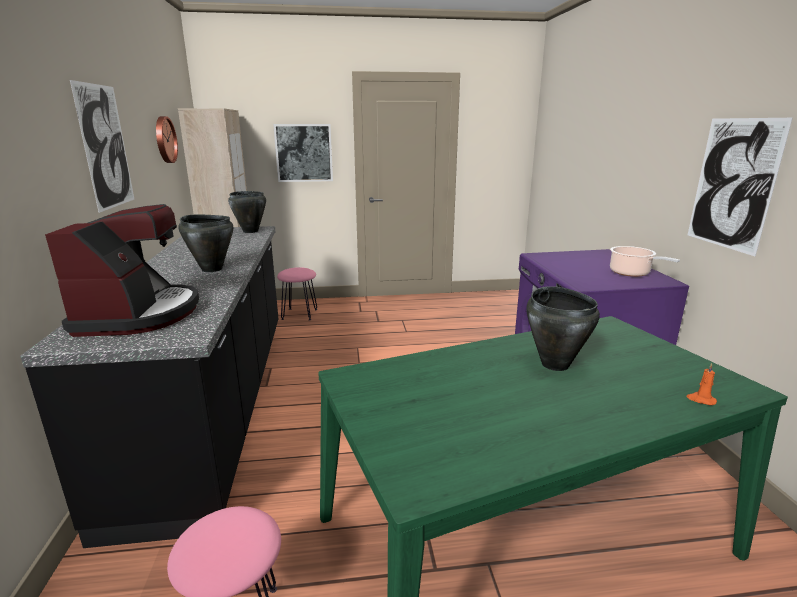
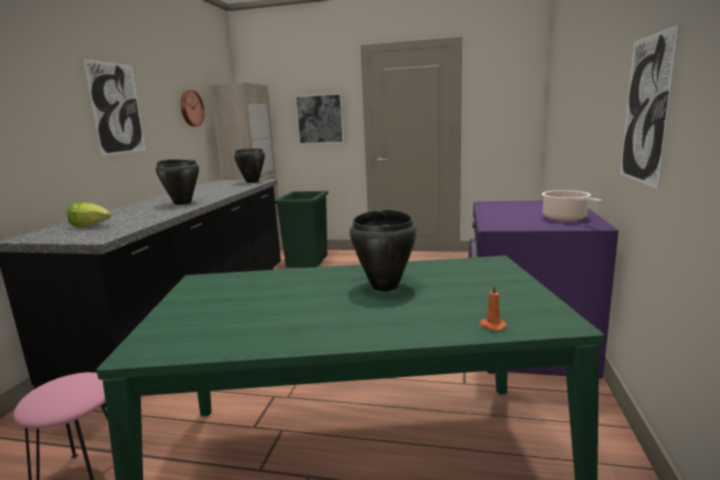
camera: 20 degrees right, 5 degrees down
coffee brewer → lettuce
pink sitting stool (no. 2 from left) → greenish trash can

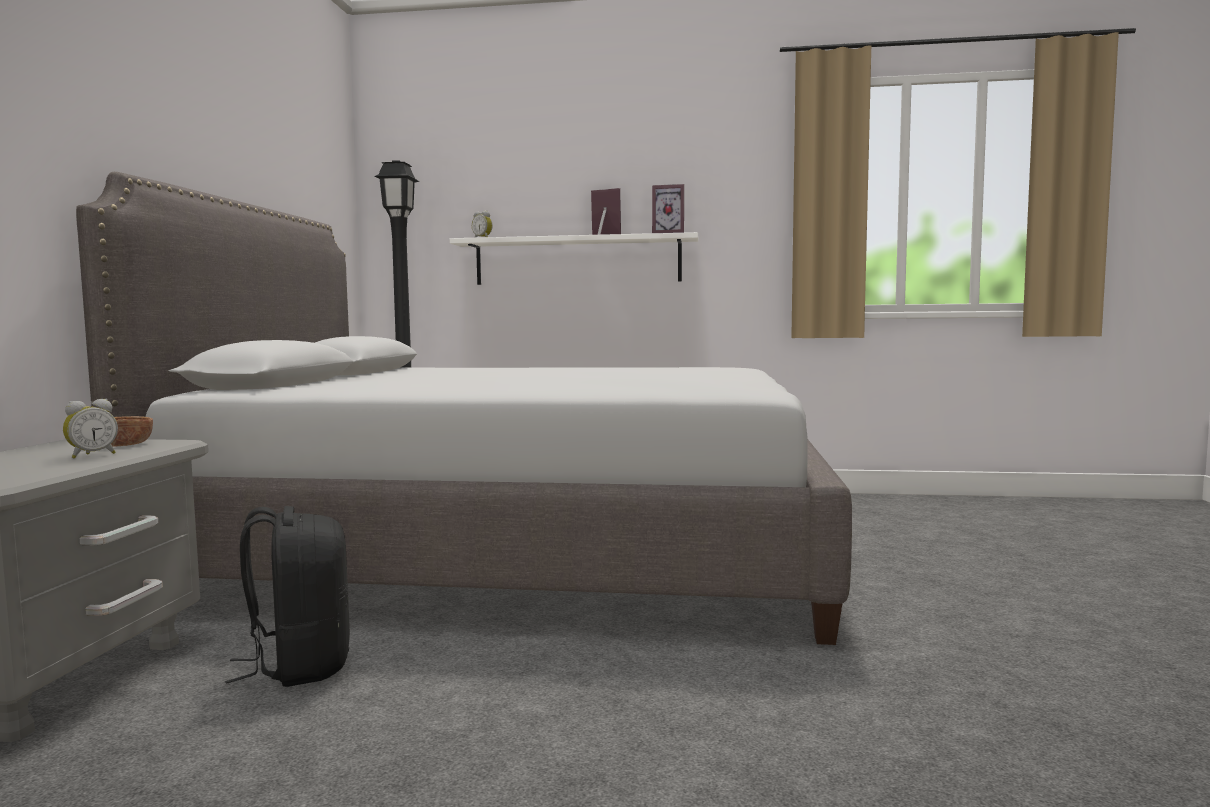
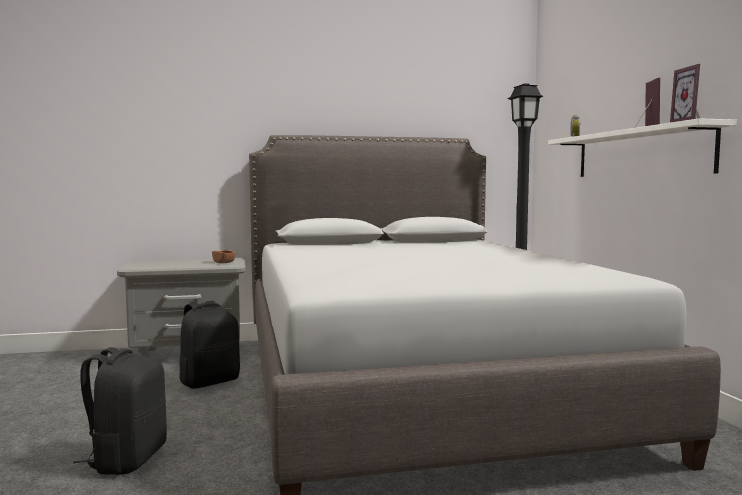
camera: 70 degrees right, 0 degrees up
bedside clock (no. 1 from left) → -
- → black rucksack (no. 1 from left)

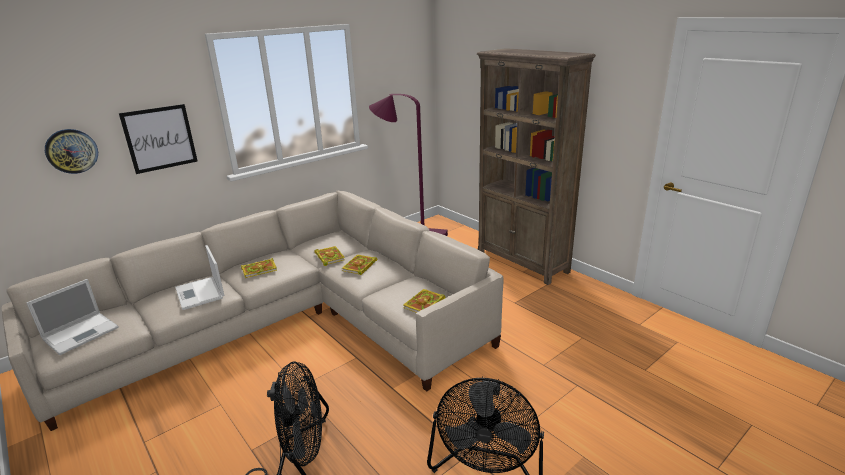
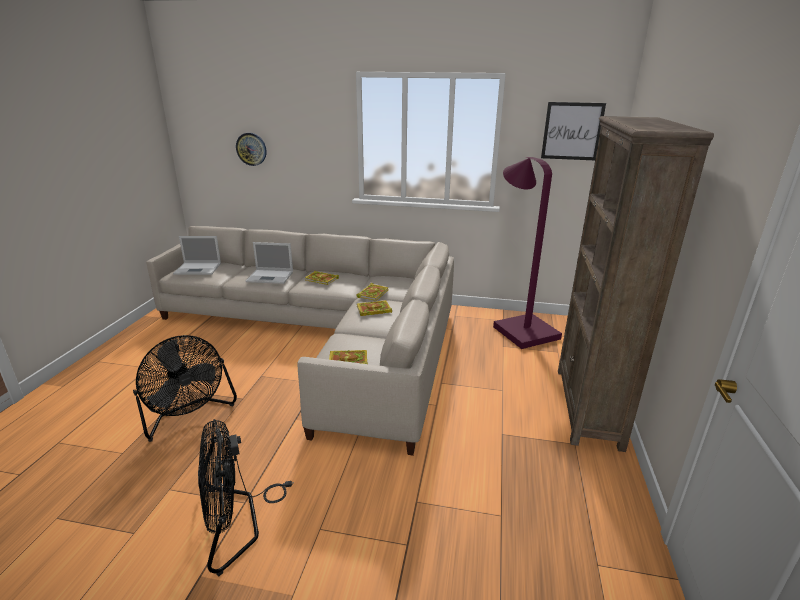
camera: 50 degrees right, 0 degrees up
picture, relocated
laptop (no. 2 from left), 105 degrees counterclockwise

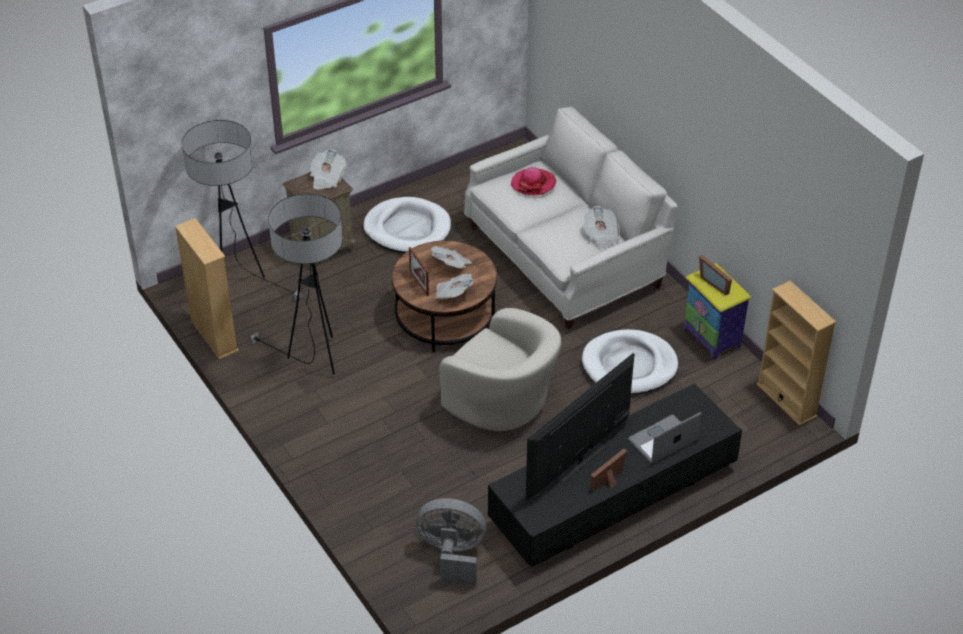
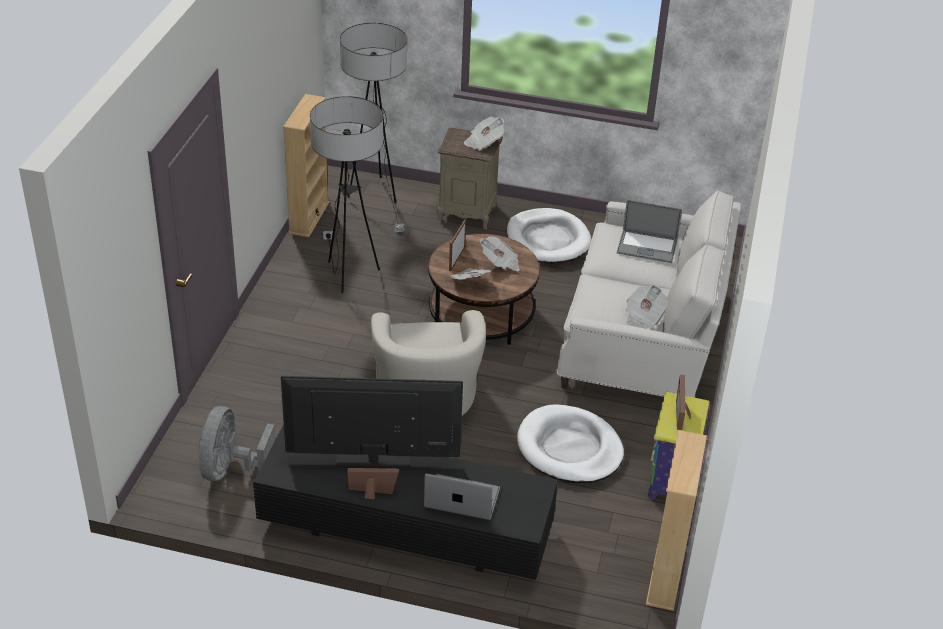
camera: 45 degrees right, 5 degrees down
greyish electric fan, 135 degrees counterclockwise
wearable hat → laptop (no. 2 from left)

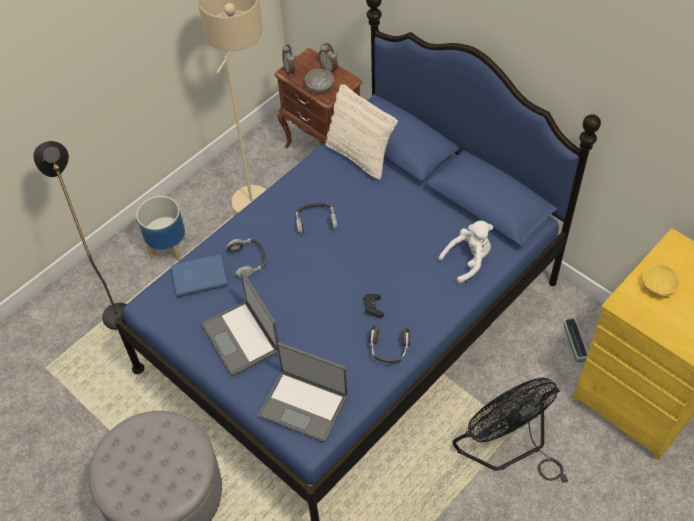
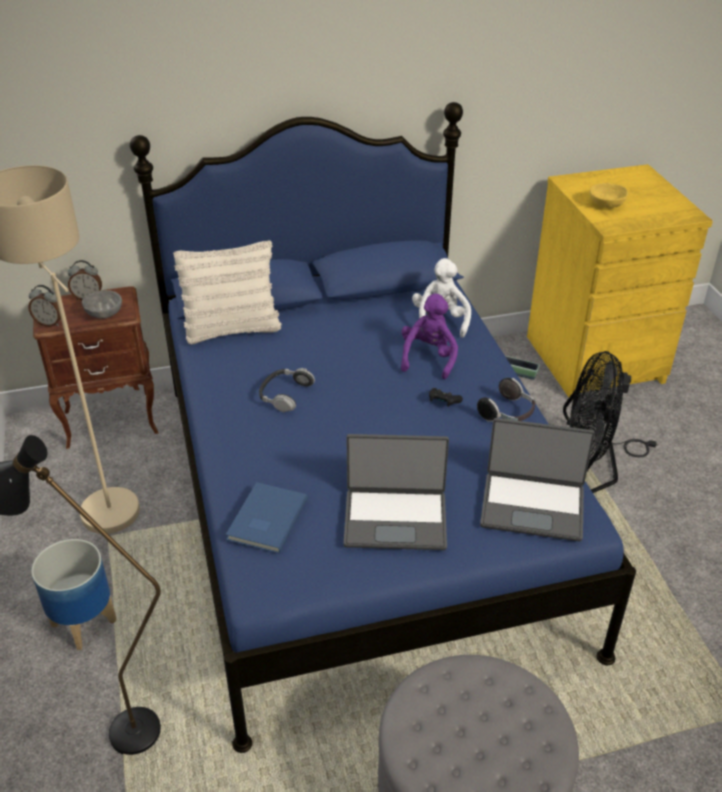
camera: 60 degrees left, 15 degrees down
pair of headphones (no. 1 from left) → -
laptop (no. 2 from left), 45 degrees clockwise
- → purple-coloured cuddly toy

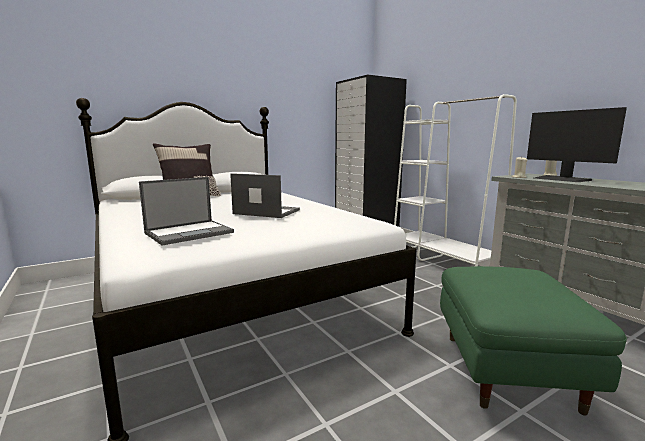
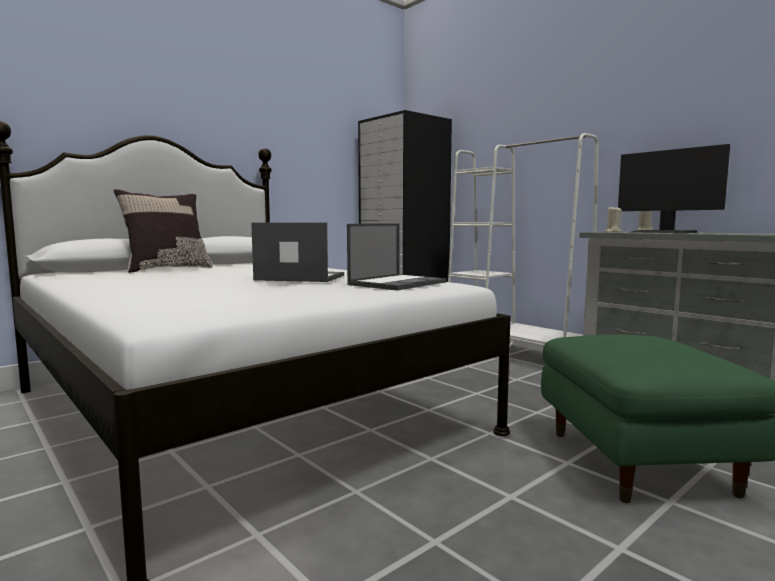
camera: 10 degrees left, 5 degrees down
laptop (no. 1 from left in the first image) → laptop (no. 2 from left), relocated

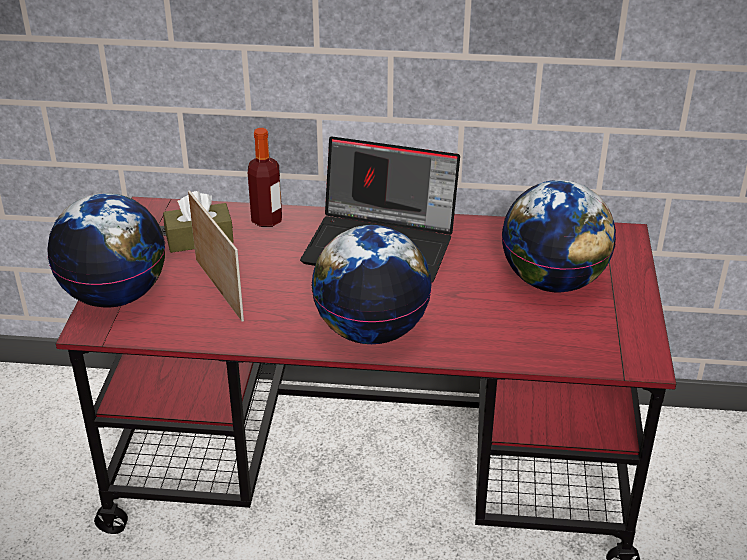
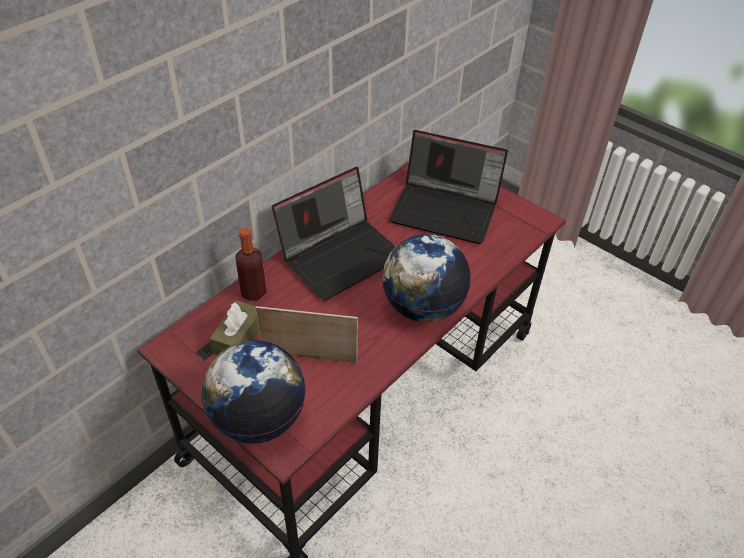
camera: 55 degrees left, 10 degrees up
desk globe (no. 3 from left) → laptop (no. 2 from left)

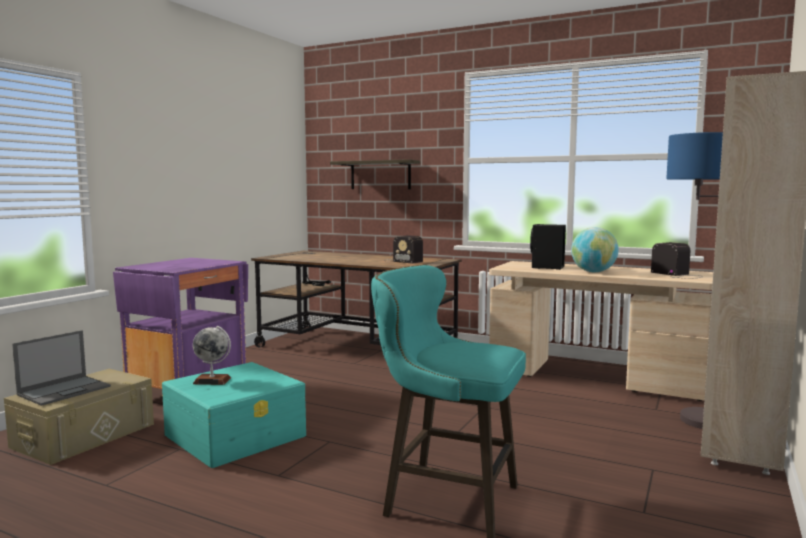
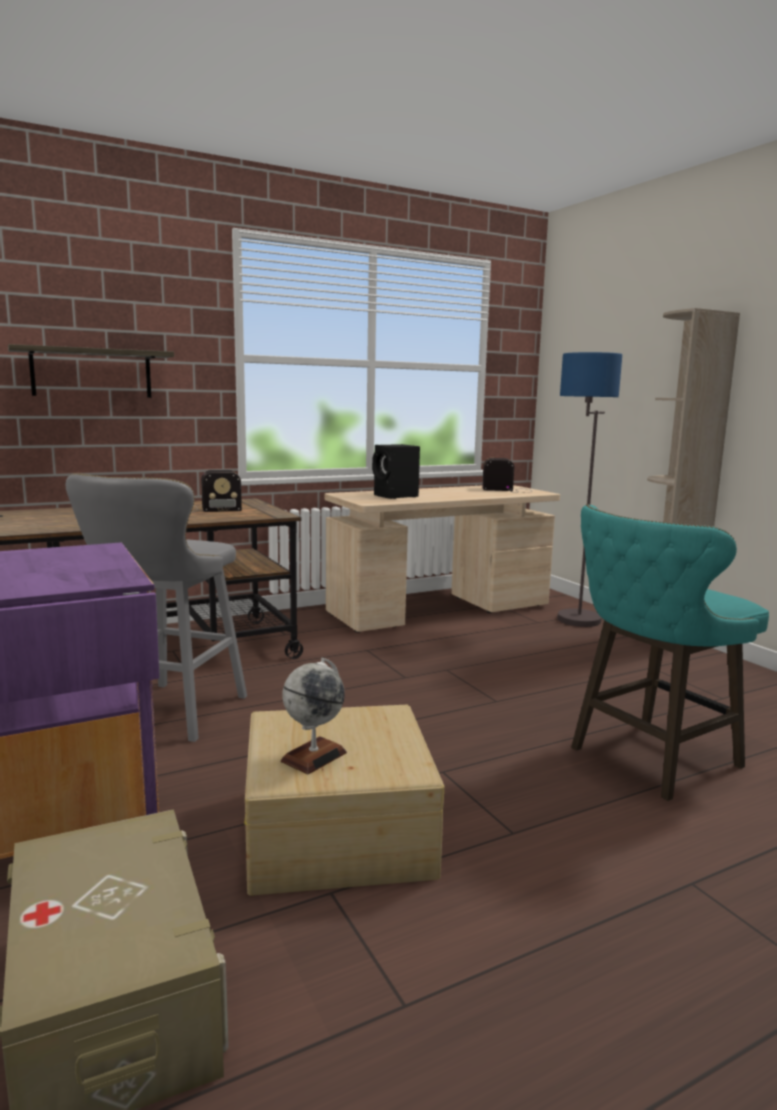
camera: 55 degrees left, 5 degrees up
laptop → -
turquoise storage container → beige storage container (no. 2 from left)
desk globe (no. 2 from left) → -
- → greyish sitting stool

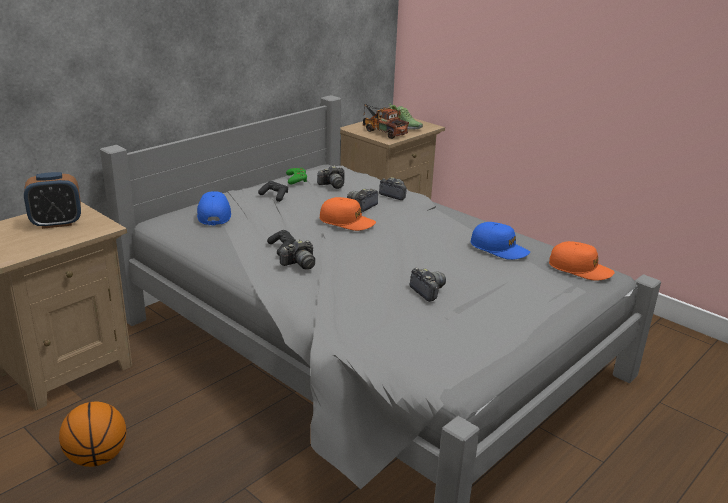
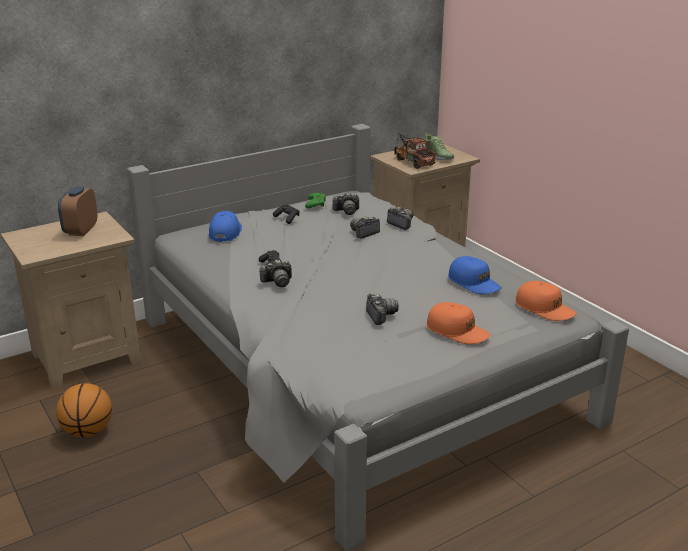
camera: 15 degrees right, 0 degrees up
bedside clock, 105 degrees clockwise
orange peaked cap (no. 1 from left), relocated

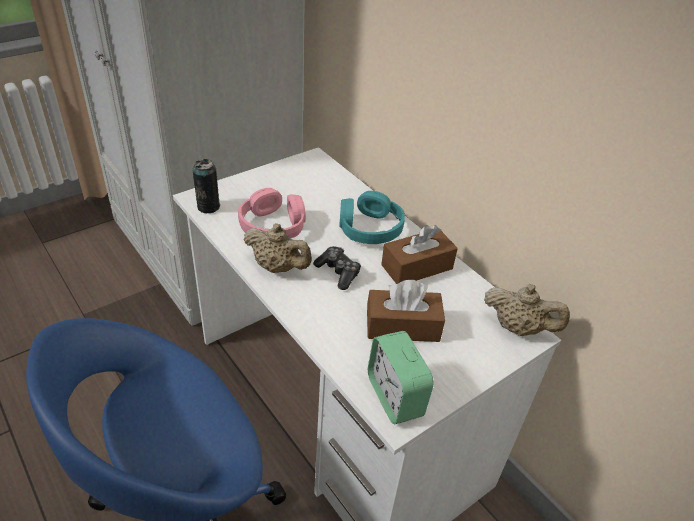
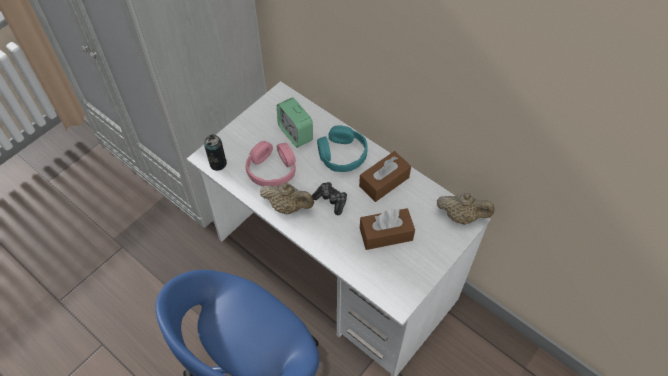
camera: 10 degrees left, 15 degrees up
bedside clock, relocated

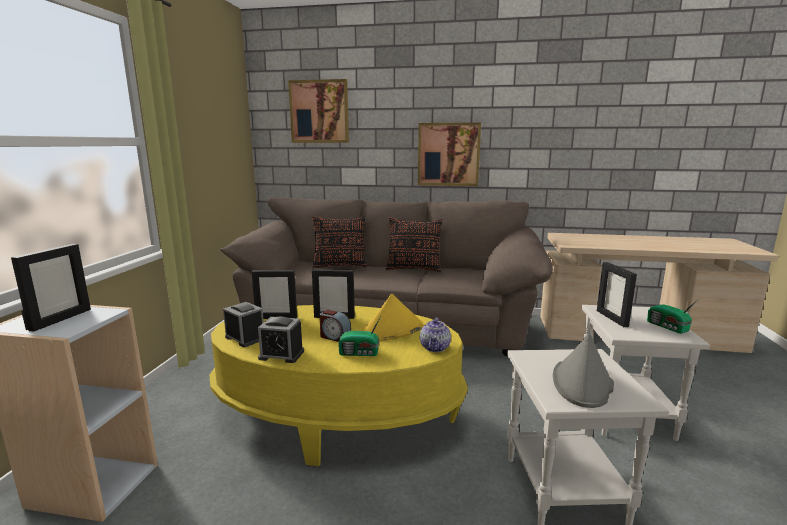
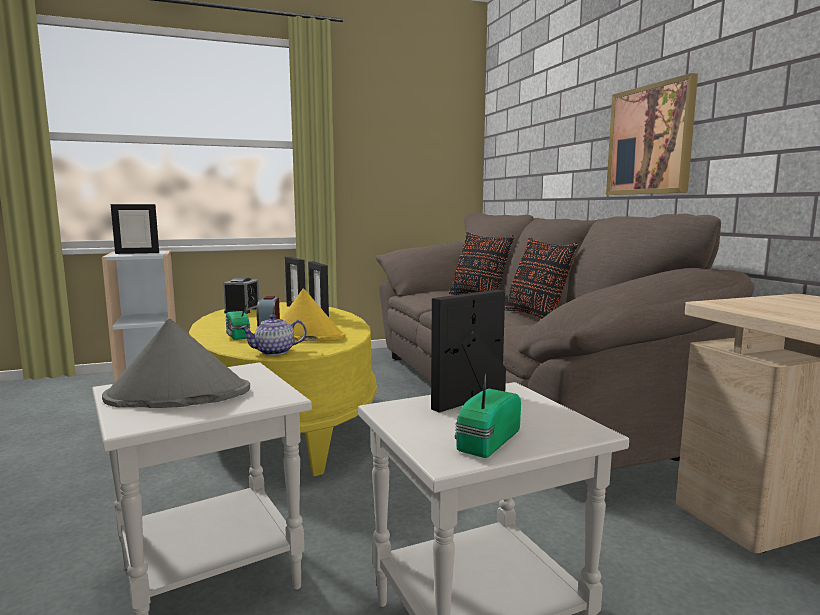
camera: 60 degrees right, 5 degrees down
bedside clock (no. 2 from left) → -
picture (no. 1 from left) → -

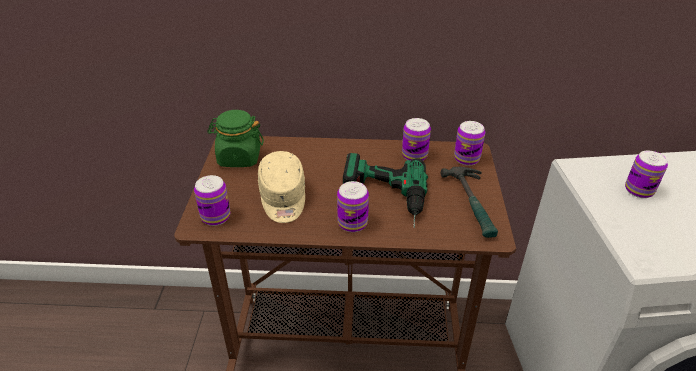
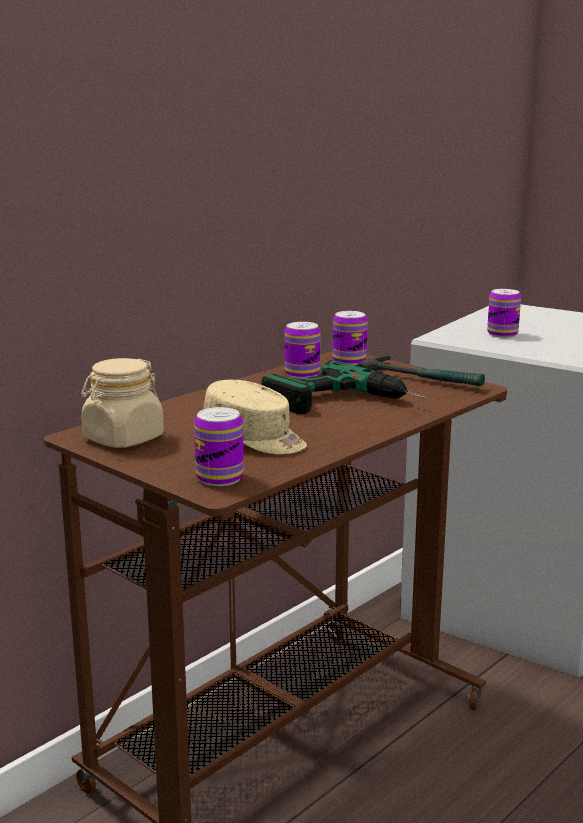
camera: 50 degrees left, 20 degrees down
greenish jar → beige jar
sealed can (no. 2 from left) → -

